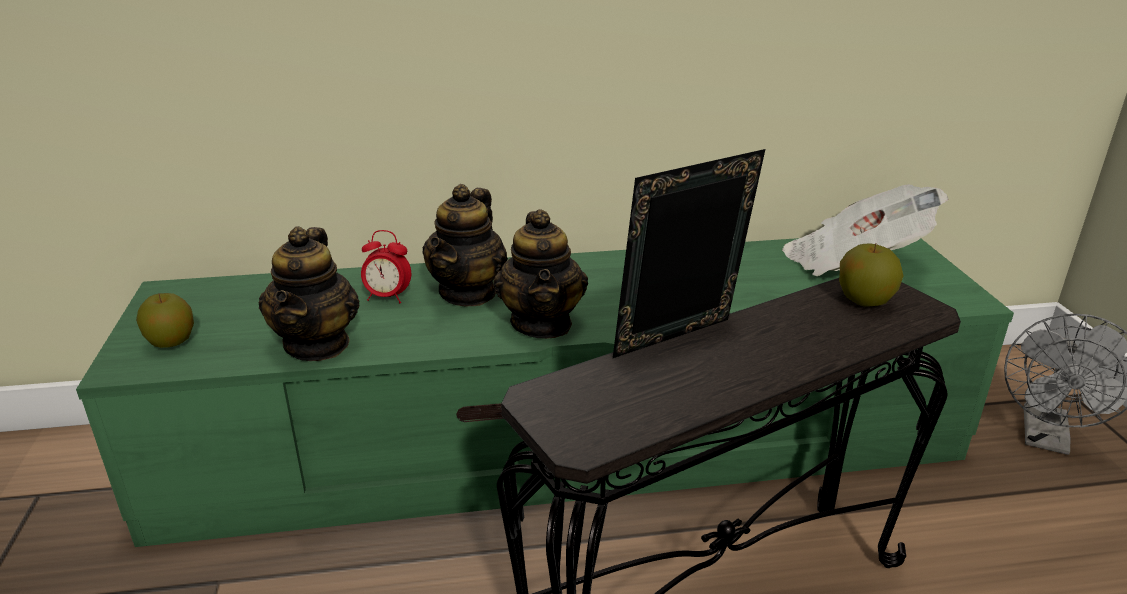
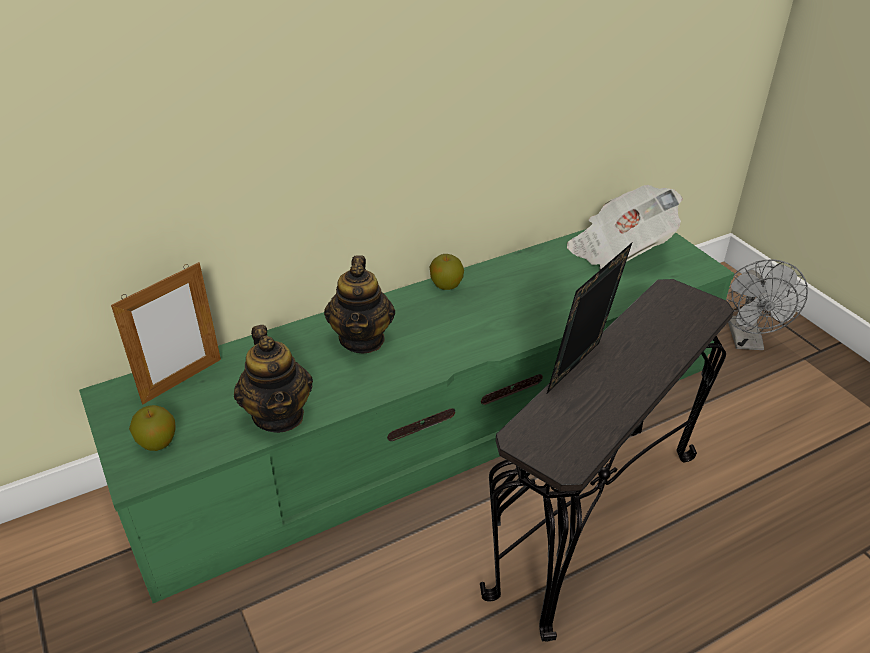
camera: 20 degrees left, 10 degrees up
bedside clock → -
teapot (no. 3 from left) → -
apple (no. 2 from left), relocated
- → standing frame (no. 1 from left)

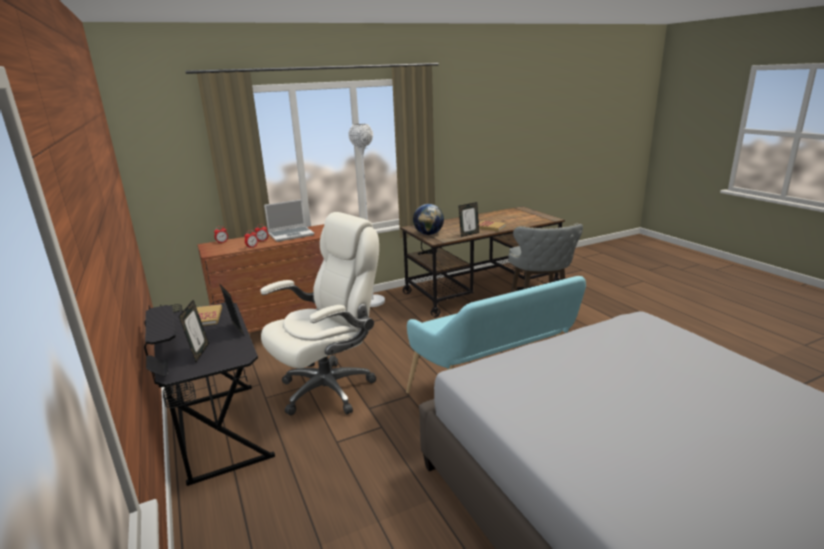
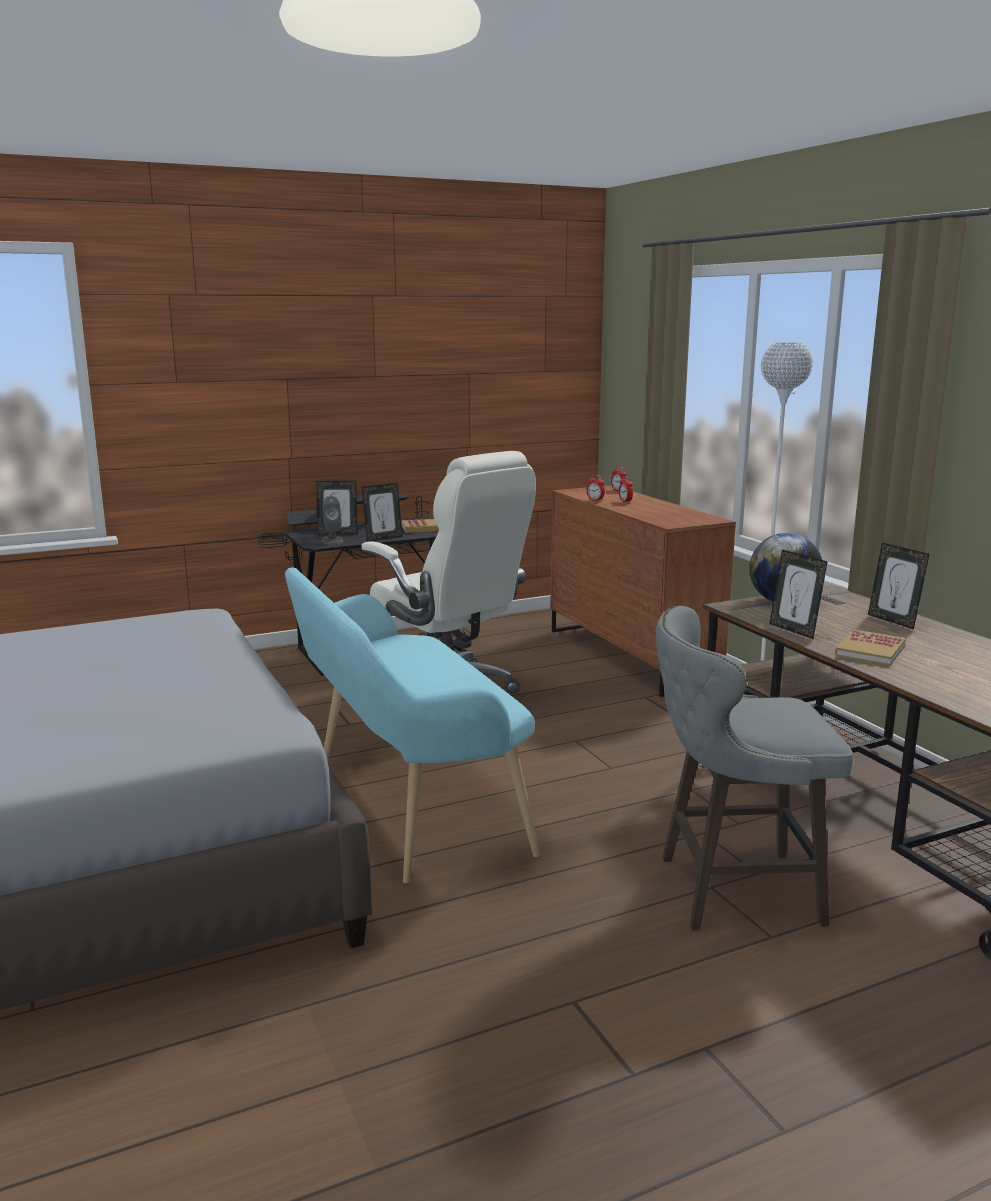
camera: 90 degrees right, 5 degrees down
laptop → -
- → greyish loudspeaker
- → standing frame (no. 4 from left)

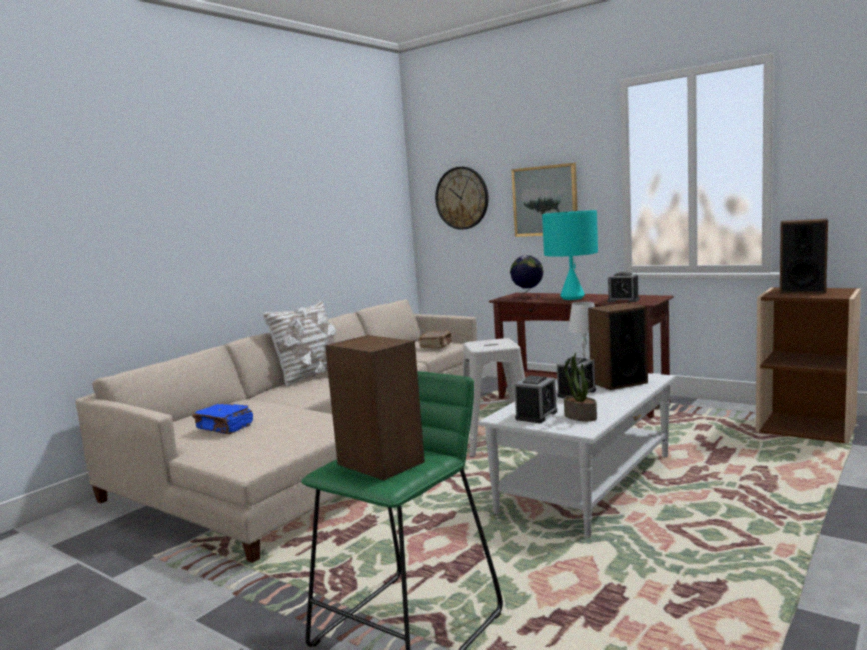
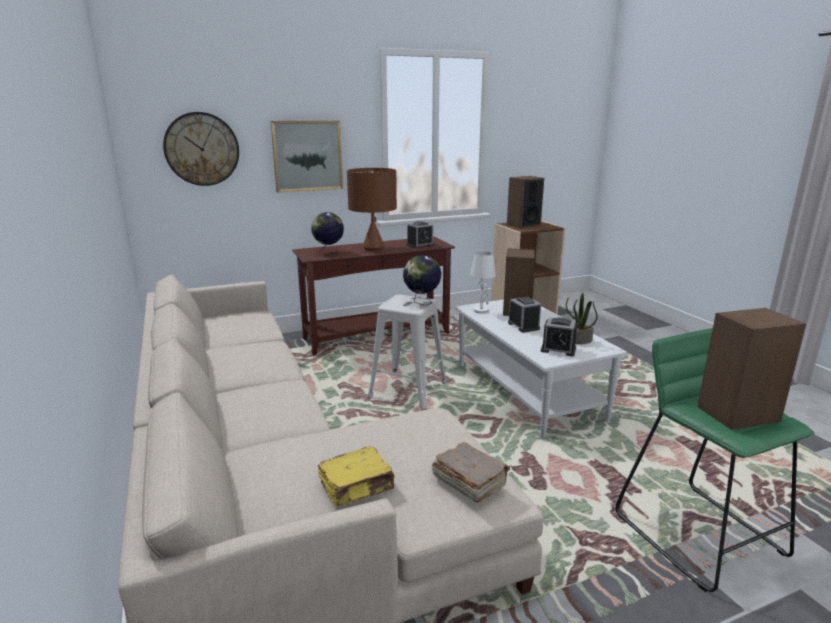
camera: 60 degrees left, 10 degrees up
blue bound book → yellow-coloured bound book
white throw pillow → -
brownish bound book, relocated
bedside clock (no. 1 from left in the first image) → bedside clock (no. 3 from left), 135 degrees clockwise
turquoise table lamp → brownish table lamp
- → desk globe (no. 2 from left)

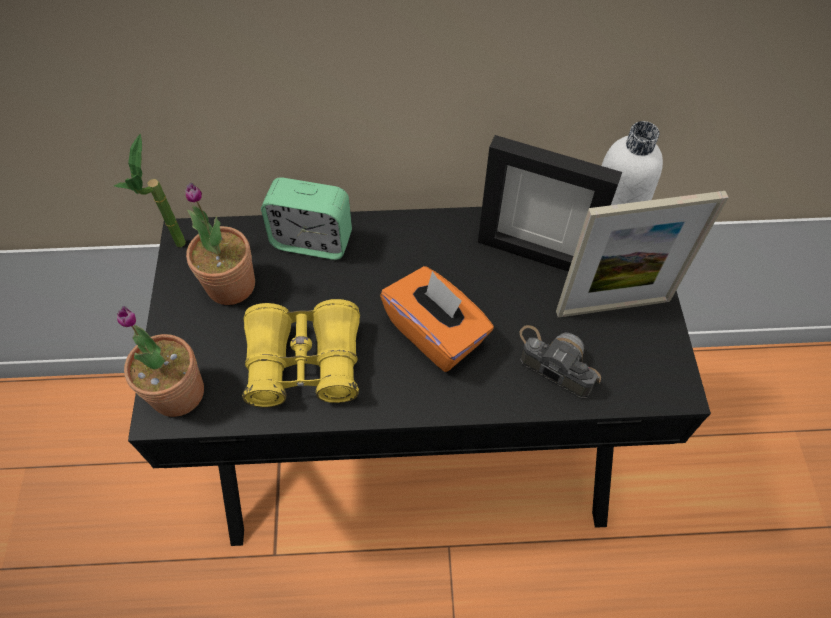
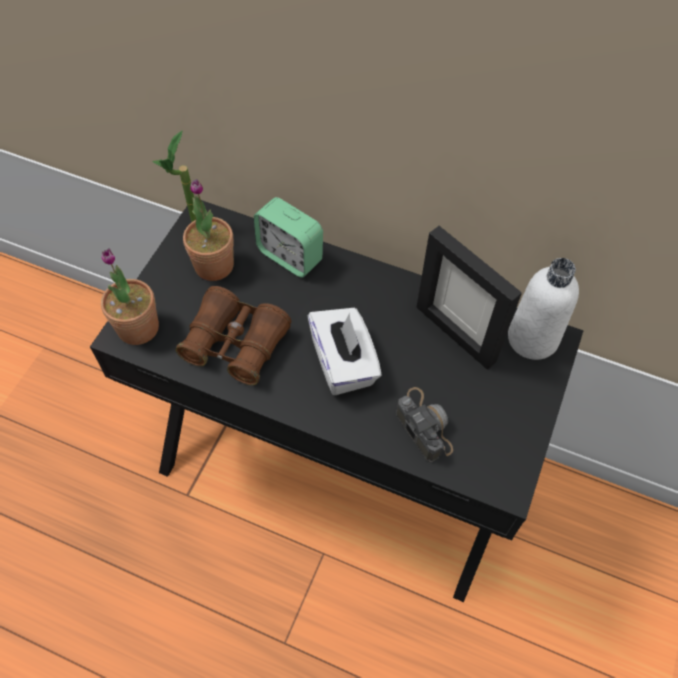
camera: 25 degrees right, 0 degrees up
yellow-coloured pair of binoculars → brownish pair of binoculars
orange tissue holder → white tissue holder
standing frame (no. 2 from left) → -

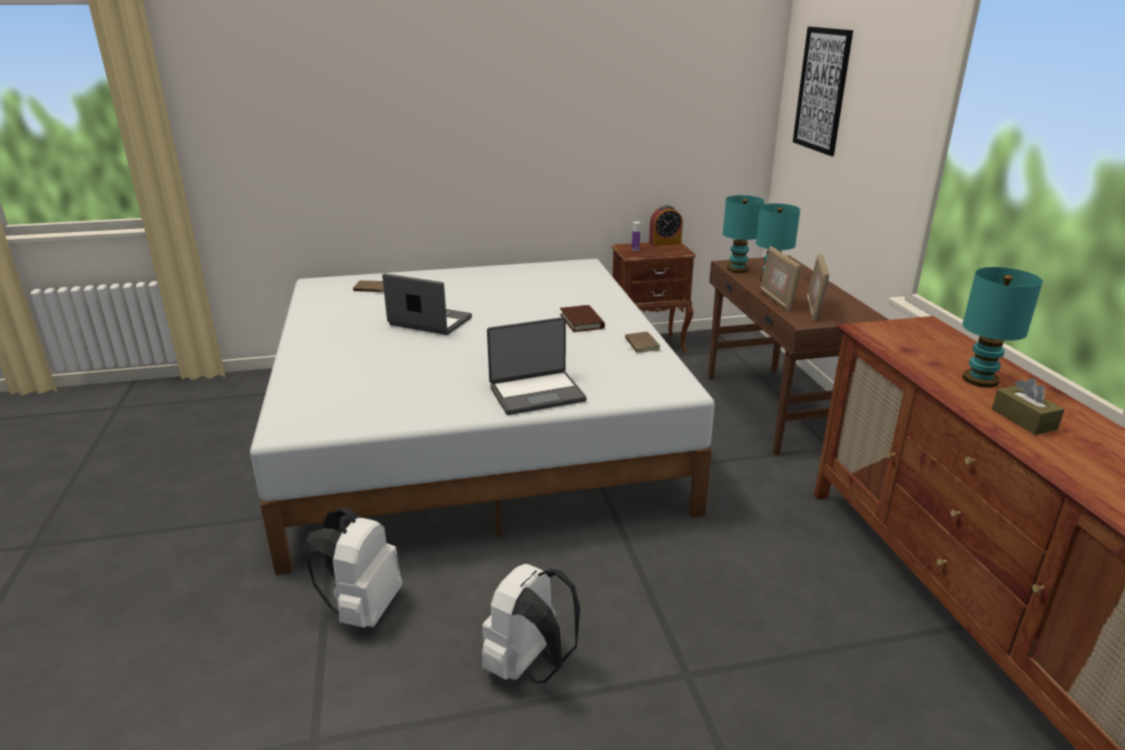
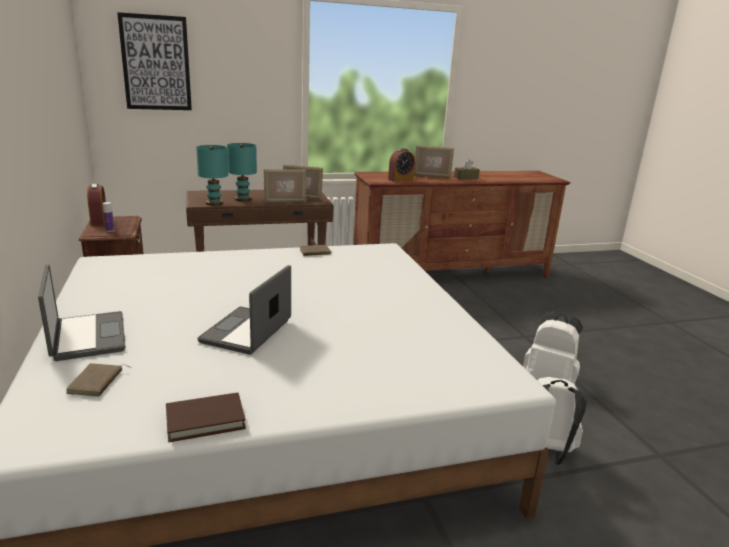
camera: 95 degrees left, 5 degrees down
laptop (no. 2 from left in the first image) → laptop (no. 1 from left), relocated
brownish bound book (no. 2 from left), relocated
turquoise table lamp (no. 3 from left) → standing frame (no. 3 from left)
- → bedside clock (no. 2 from left)

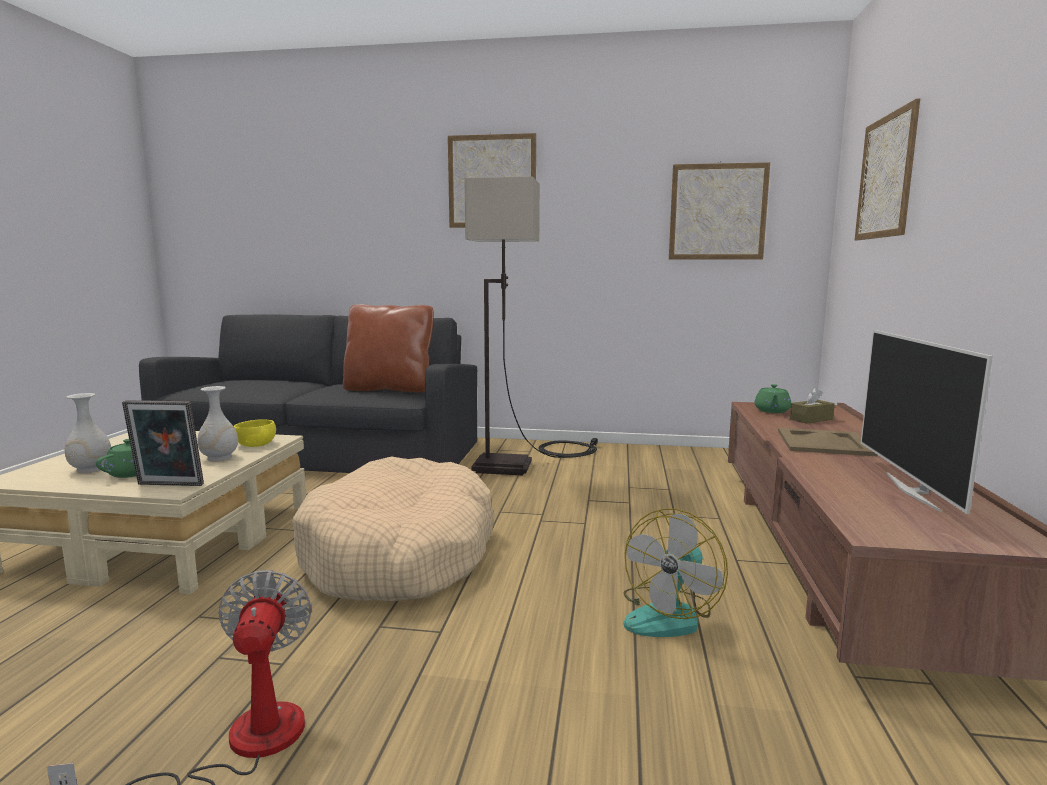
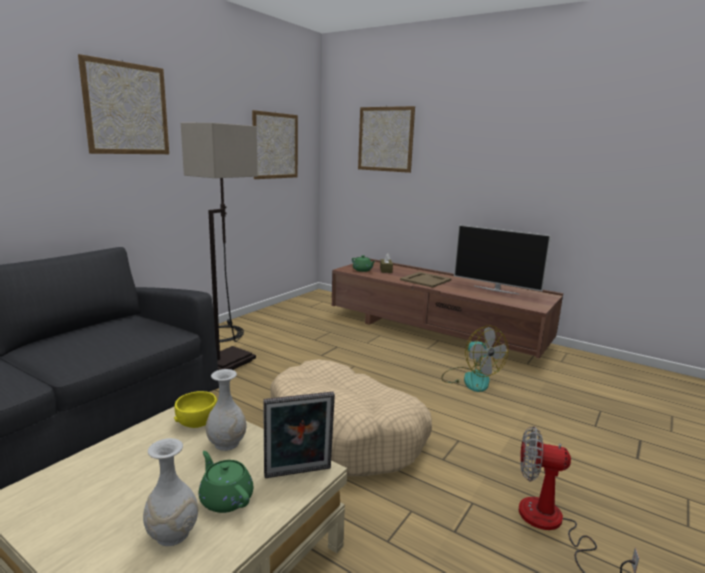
camera: 65 degrees left, 5 degrees up
standing frame, 45 degrees clockwise
brownish throw pillow → -

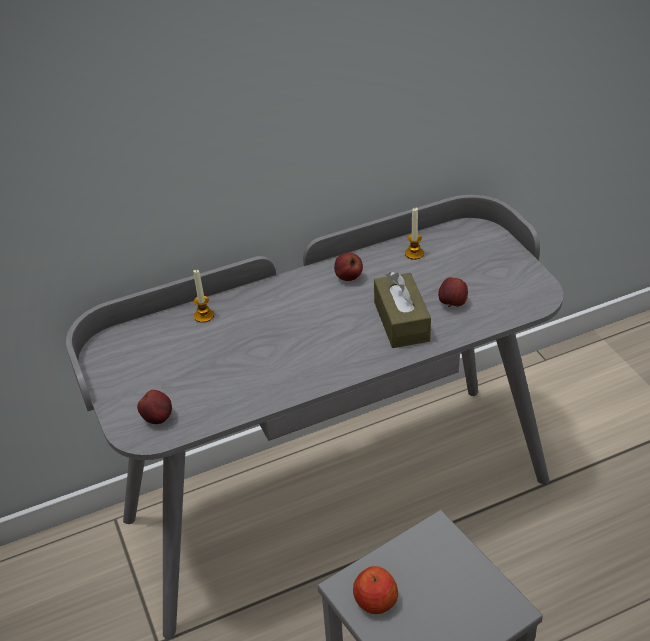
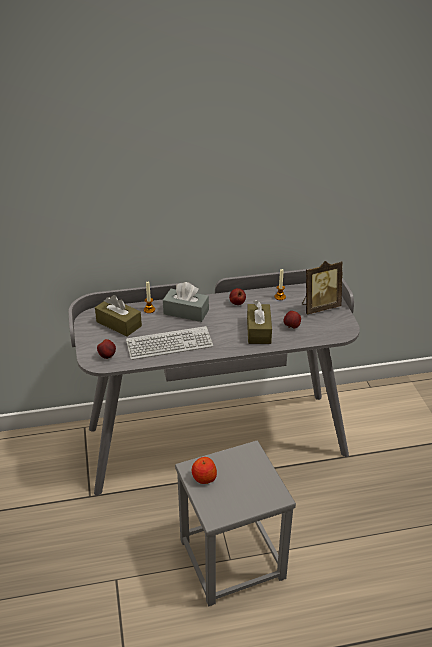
camera: 10 degrees right, 5 degrees down
- → brownish tissue holder (no. 1 from left)
- → computer keyboard
- → greyish tissue holder
- → standing frame

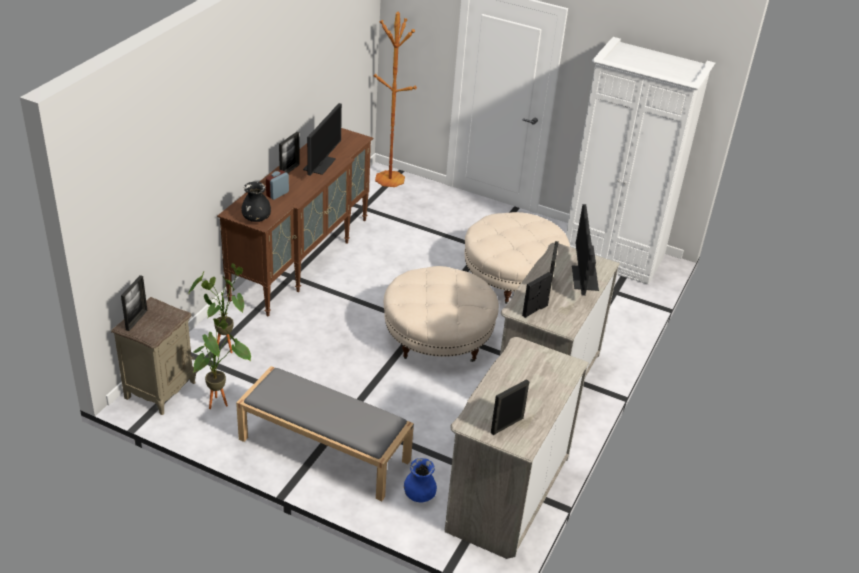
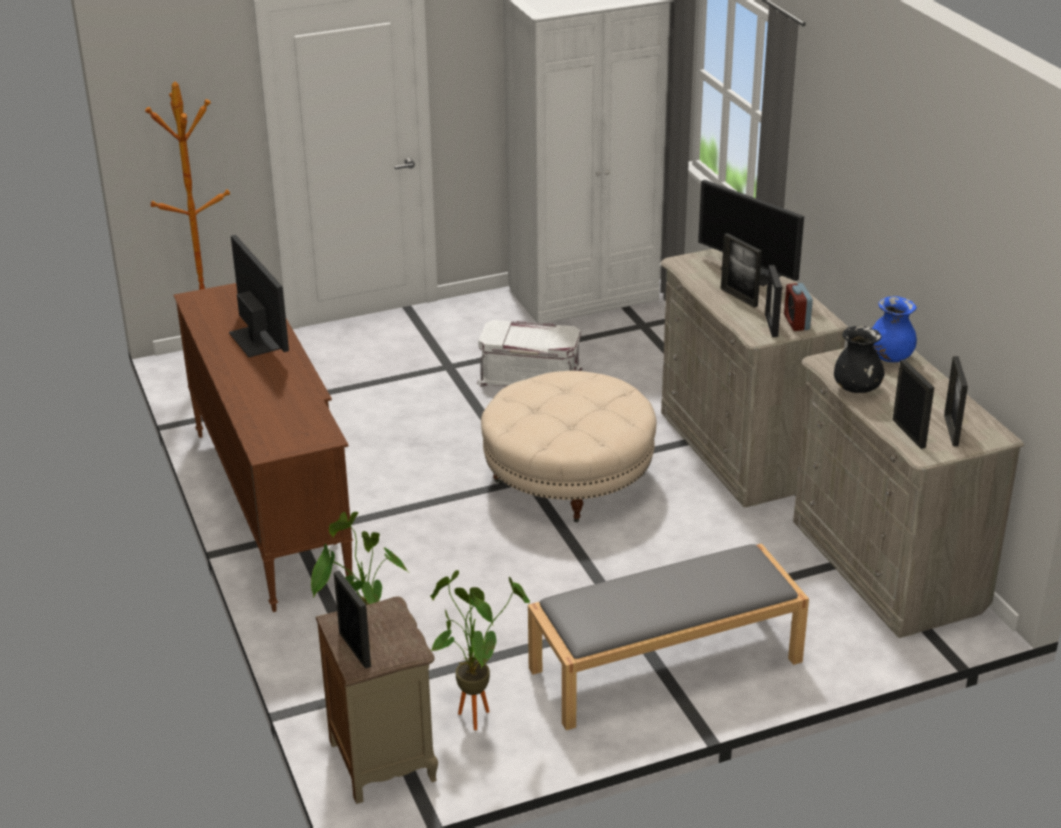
camera: 45 degrees left, 5 degrees down
black decorative vase, relocated
bedside clock, relocated
standing frame (no. 2 from left in the first image) → standing frame (no. 4 from left), relocated
blue decorative vase, relocated
beige ottoman (no. 2 from left) → white storage container

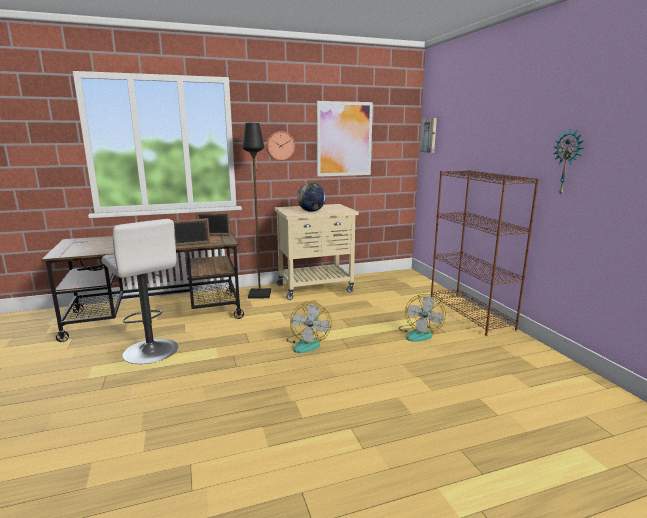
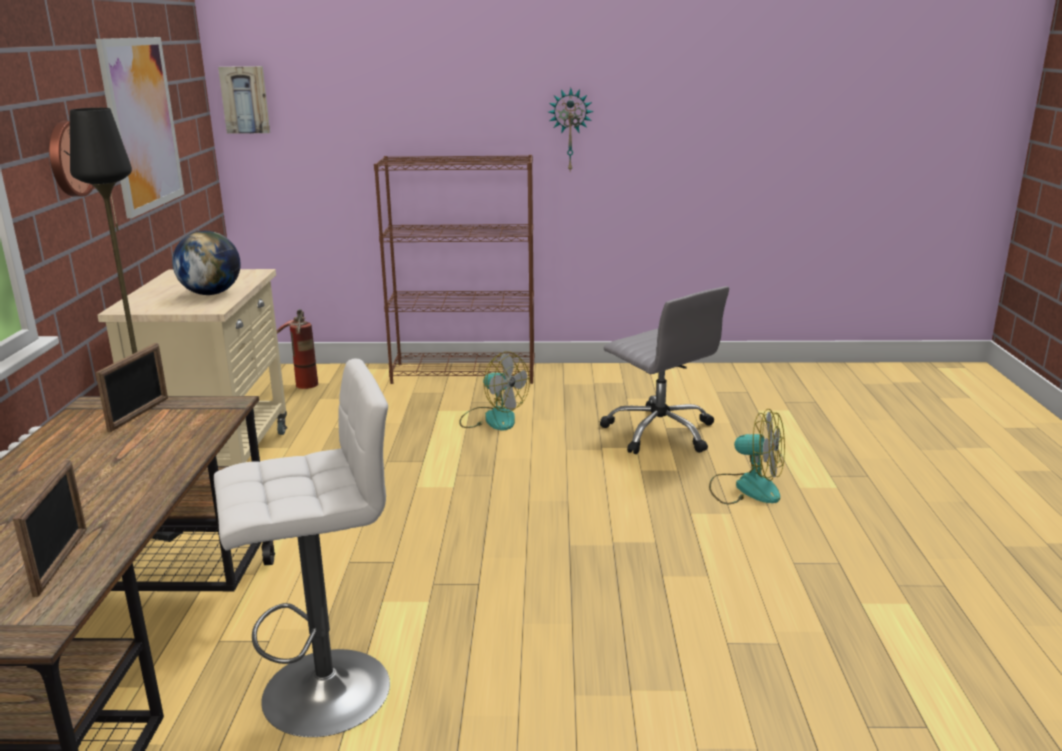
camera: 70 degrees left, 5 degrees up
standing frame (no. 1 from left), relocated
electric fan (no. 1 from left in the first image) → electric fan (no. 2 from left), relocated
- → fire-fighting cylinder
- → greyish office chair

